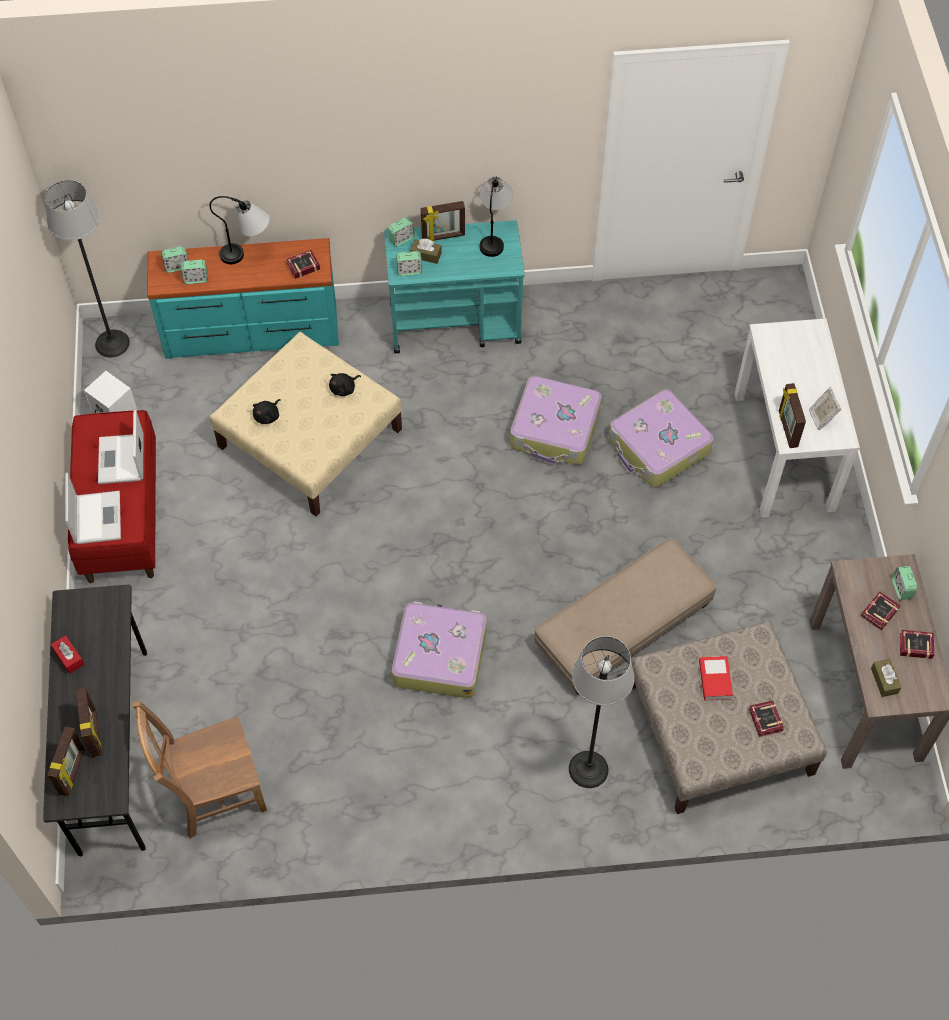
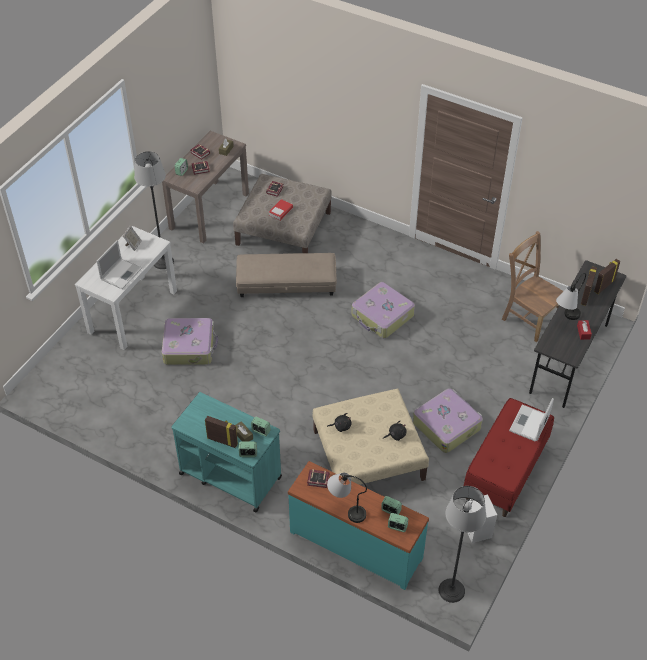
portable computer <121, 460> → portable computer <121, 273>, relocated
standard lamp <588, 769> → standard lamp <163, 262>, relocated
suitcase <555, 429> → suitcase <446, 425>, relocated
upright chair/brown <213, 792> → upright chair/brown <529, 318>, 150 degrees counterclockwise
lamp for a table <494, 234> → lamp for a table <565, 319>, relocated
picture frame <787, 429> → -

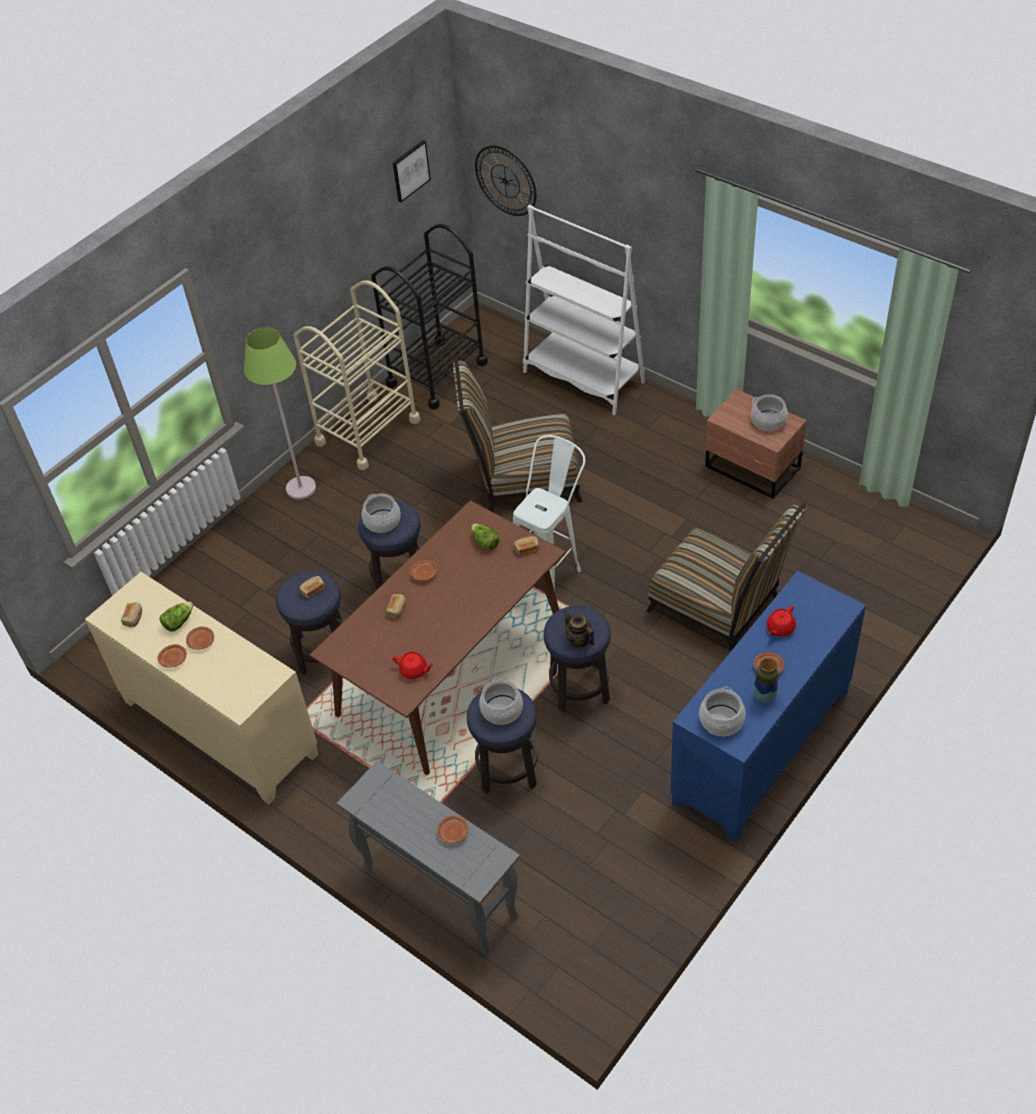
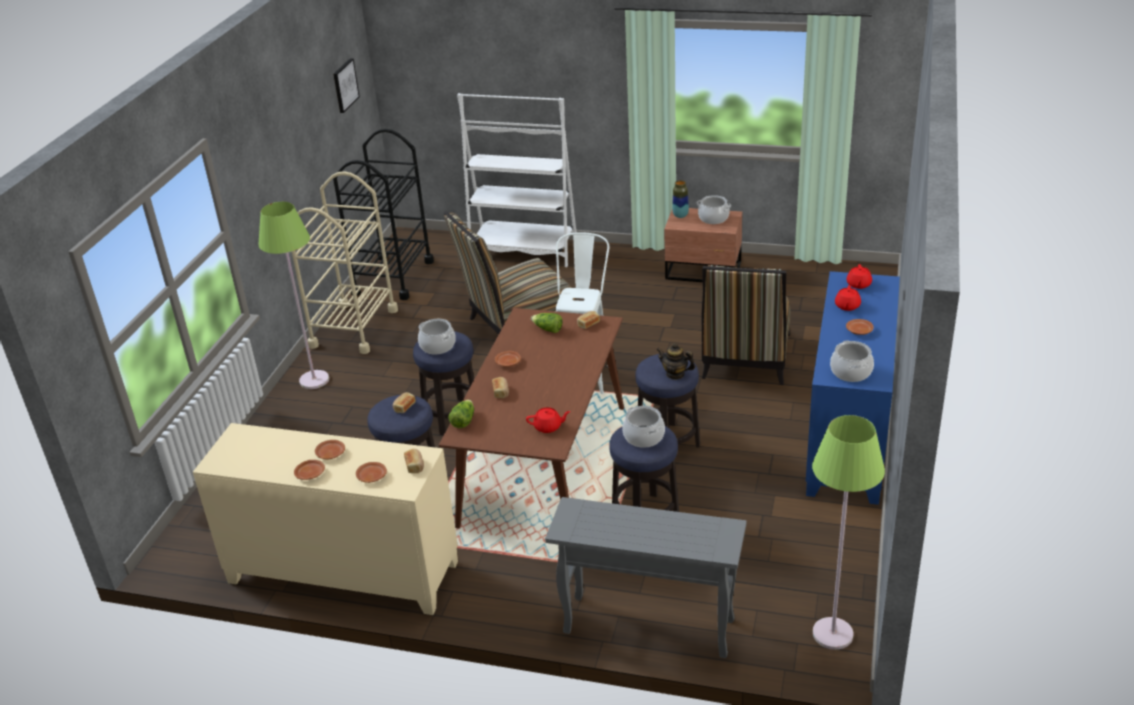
dinner plate/brown <453, 832> → dinner plate/brown <371, 476>, relocated
bread <134, 618> → bread <415, 465>, relocated
head of lettuce <178, 622> → head of lettuce <463, 421>, relocated
decorative vase <764, 696> → decorative vase <680, 215>, relocated
upright chair <720, 608> → upright chair <745, 360>, 90 degrees clockwise
- → standard lamp/green <832, 634>
- → tea pot/red <858, 284>
hanging clock <505, 181> → -

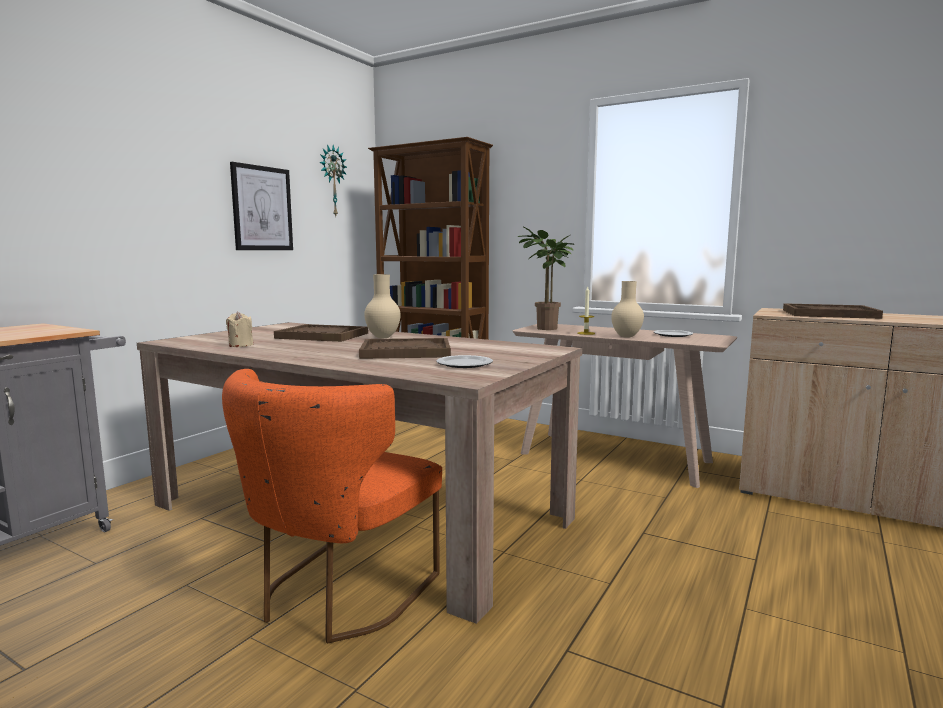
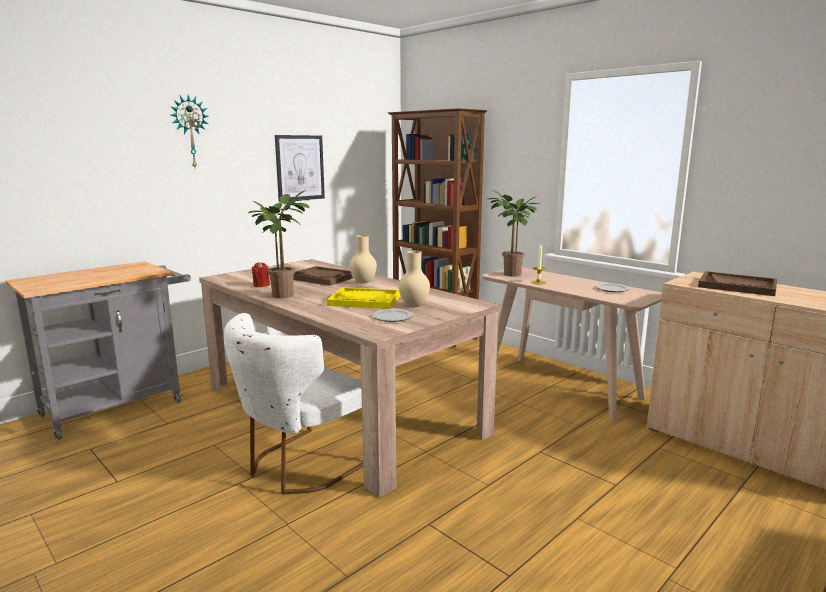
hanging clock <332, 181> → hanging clock <190, 132>, relocated
upright chair/orangey <338, 596> → upright chair/white <300, 466>
- → potted plant <283, 294>
candle/beige-coloured <241, 345> → candle/red <261, 285>
tray/brown <405, 352> → tray/yellow-coloured <364, 300>
decorative vase/beige-coloured <627, 336> → decorative vase/beige-coloured <415, 306>, relocated

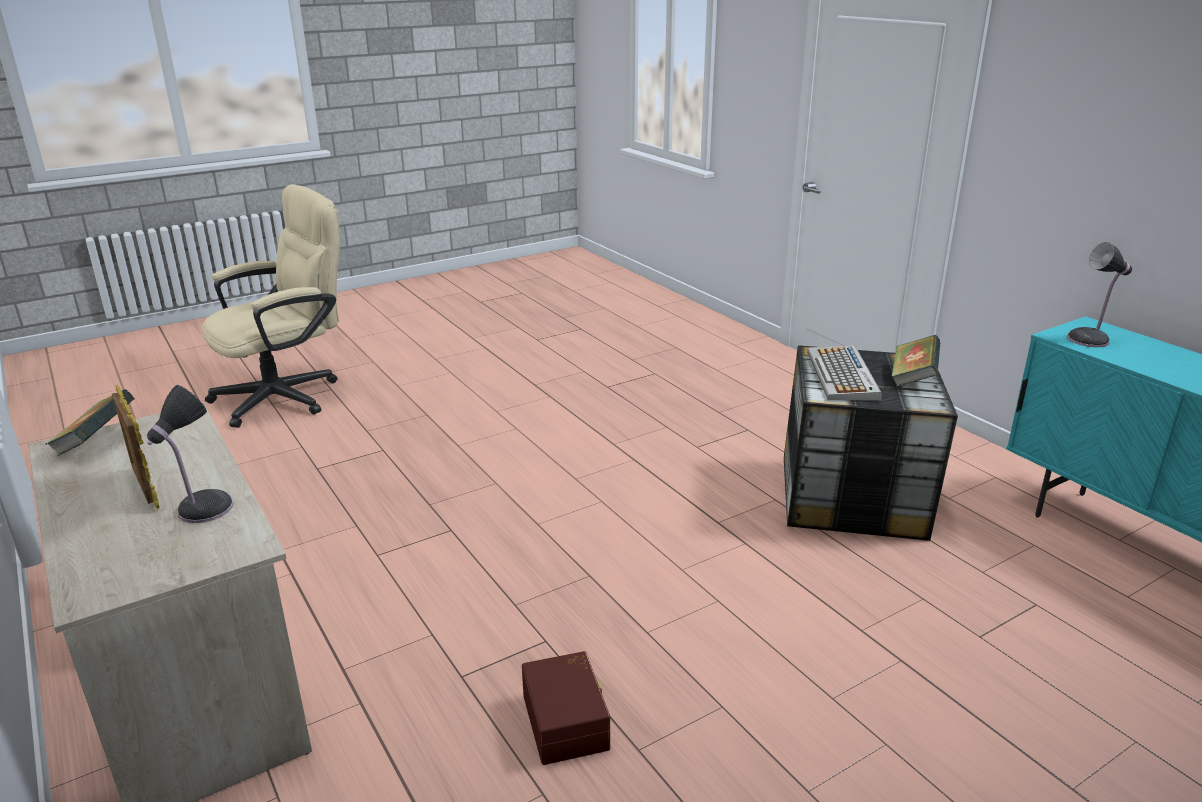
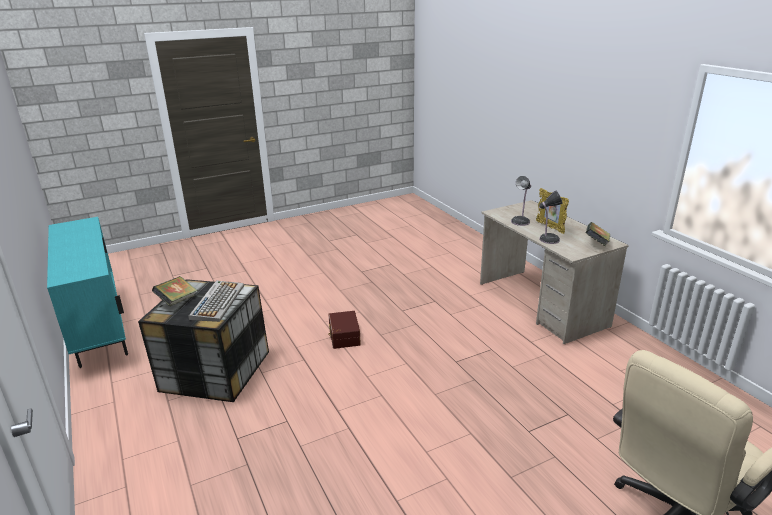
storage box/brown <568, 721> → storage box/brown <343, 336>, relocated
lamp for a table <1090, 339> → lamp for a table <548, 239>, relocated

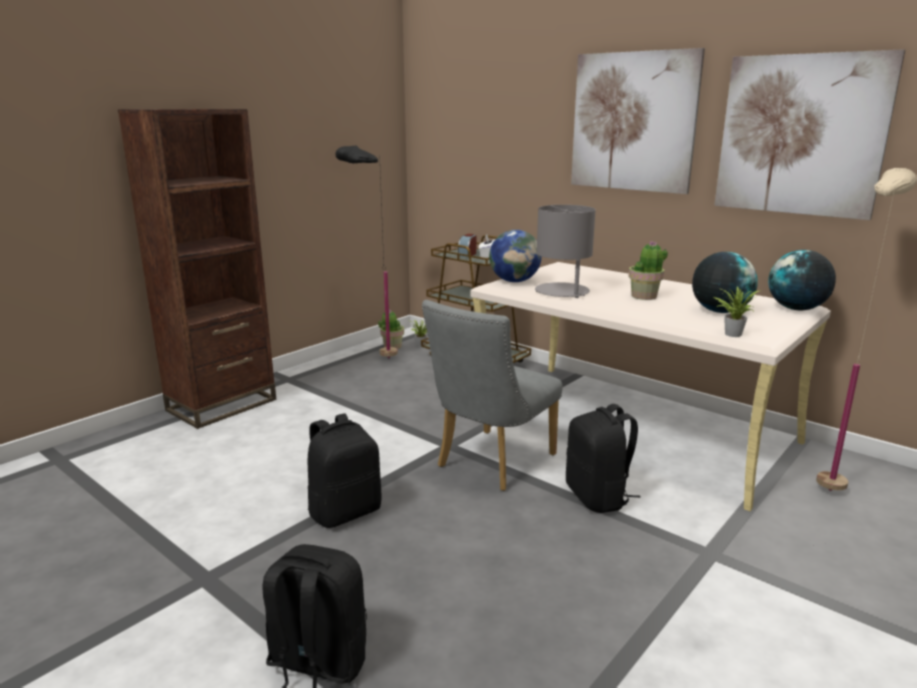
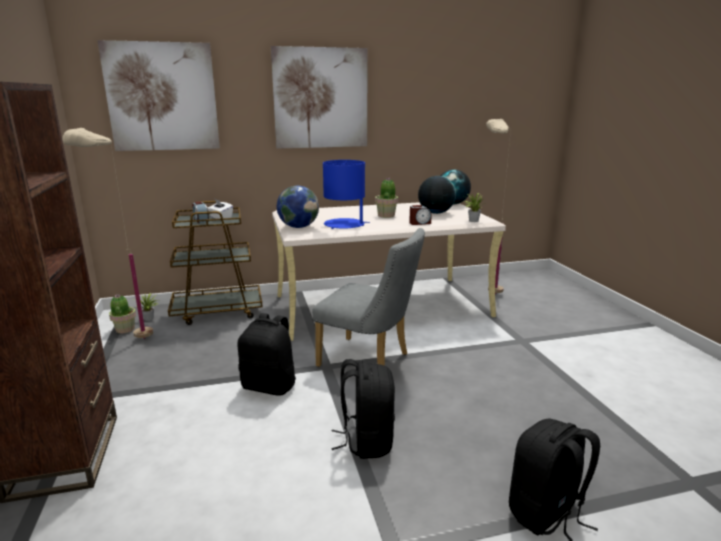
standard lamp/black <373, 358> → standard lamp/beige-coloured <130, 345>
picture <800, 135> → picture <162, 97>, relocated
rucksack/black <598, 497> → rucksack/black <270, 386>, relocated
upright chair/gray <490, 463> → upright chair/gray <370, 361>, 45 degrees counterclockwise
lamp for a table/gray <562, 292> → lamp for a table/blue-coloured <344, 225>
- → table clock <419, 223>

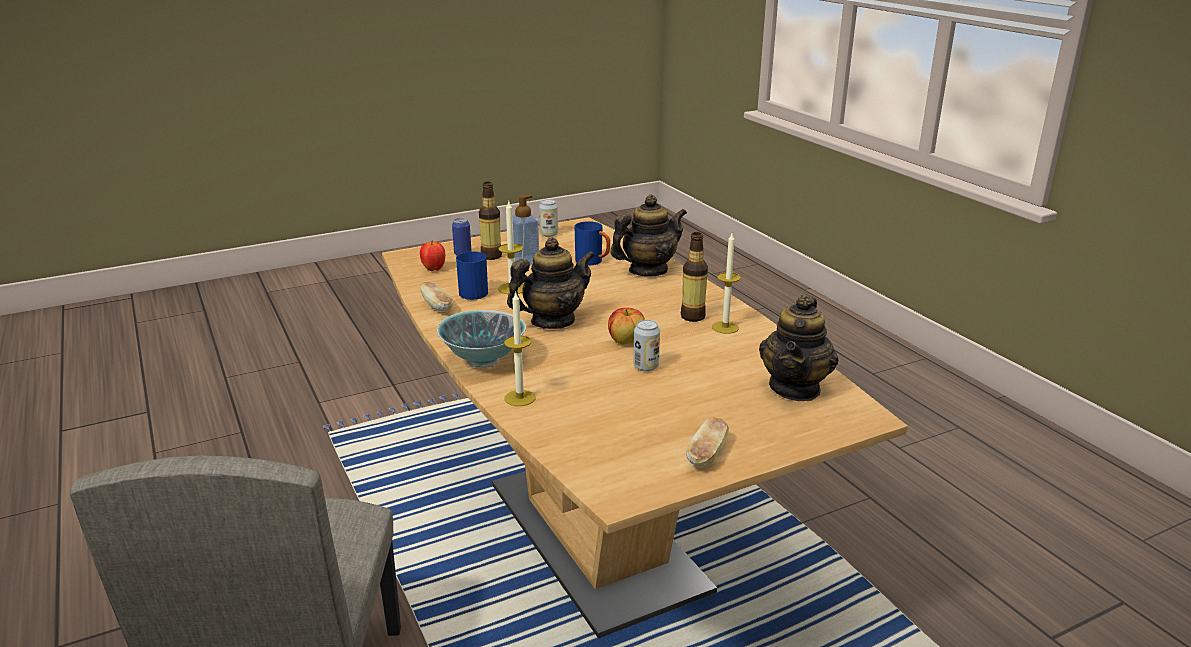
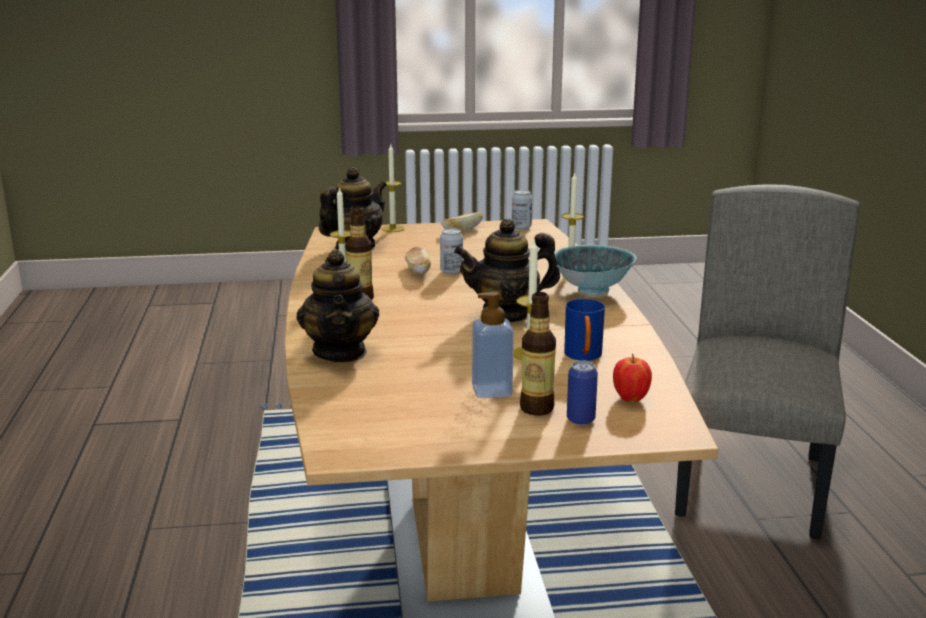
tea pot <647, 270> → tea pot <340, 352>, 90 degrees counterclockwise
- → candle <392, 229>
bread <437, 306> → bread <418, 271>, relocated
metal can <548, 234> → metal can <521, 227>, relocated
coffee mug/blue-coloured <593, 262> → -
apple fruit <626, 341> → -

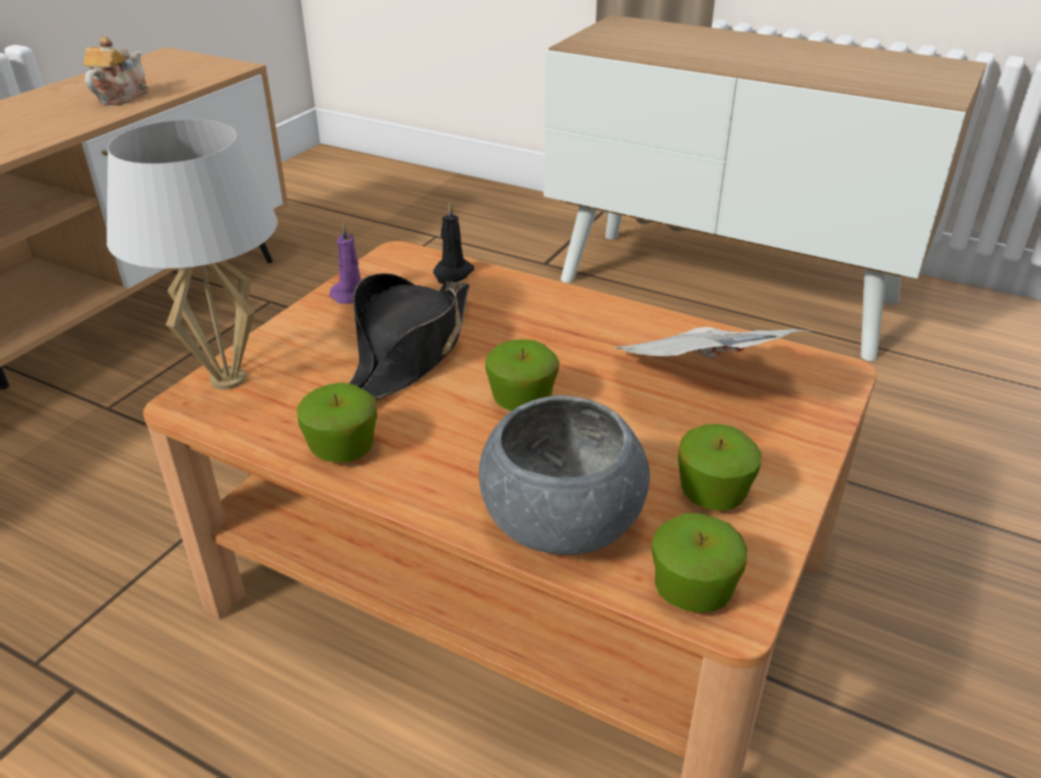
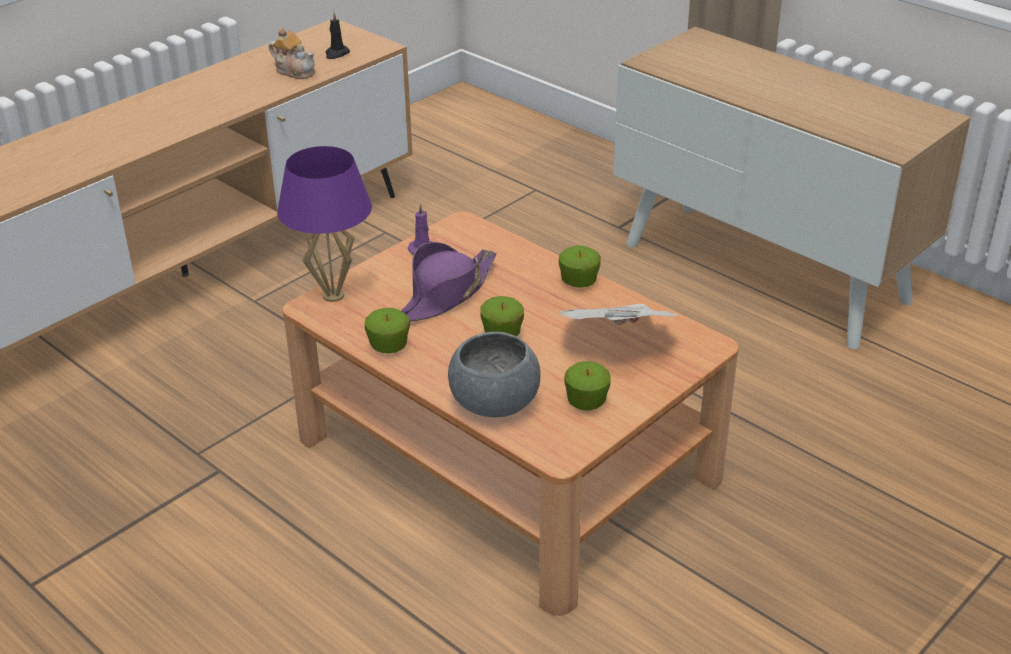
tea pot <120, 97> → tea pot <295, 71>, 90 degrees clockwise
lamp for a table/white <228, 379> → lamp for a table/purplish <334, 295>
candle/black <452, 274> → candle/black <336, 54>, relocated
wearable hat/black <409, 353> → wearable hat/purplish <445, 294>
apple fruit <692, 591> → apple fruit <579, 282>, relocated

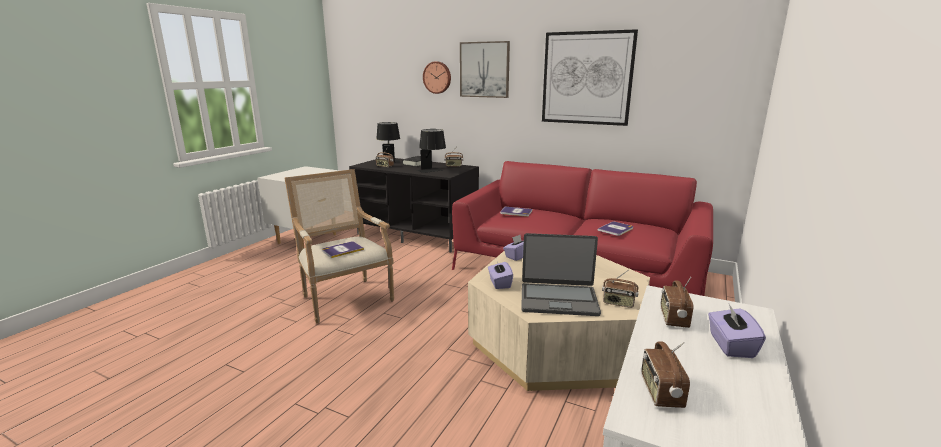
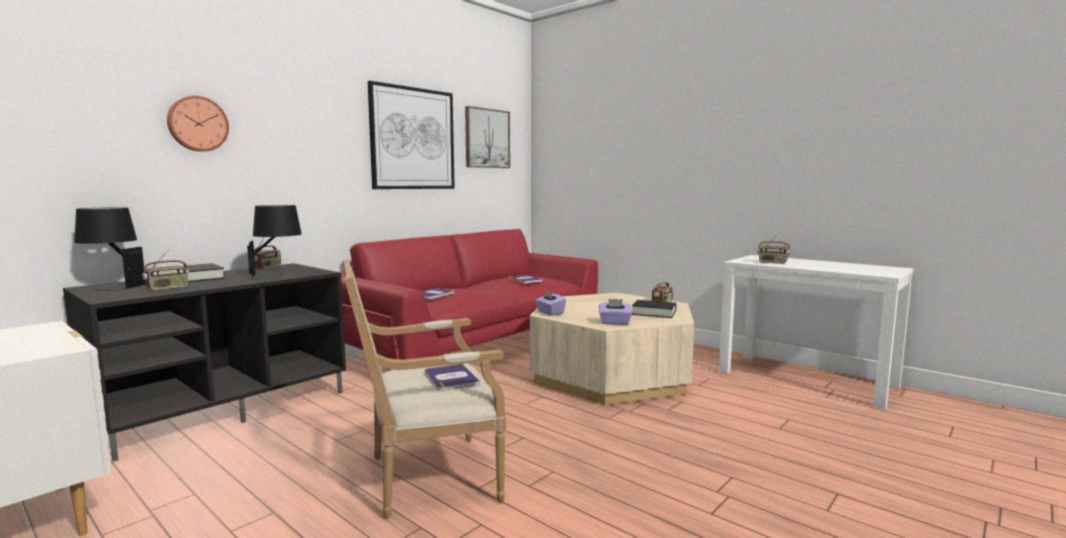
picture <484, 69> → picture <487, 138>, relocated
portable computer <558, 300> → volume/black <654, 313>
radio receiver <660, 392> → -
box of tissues/purplish <730, 345> → -

